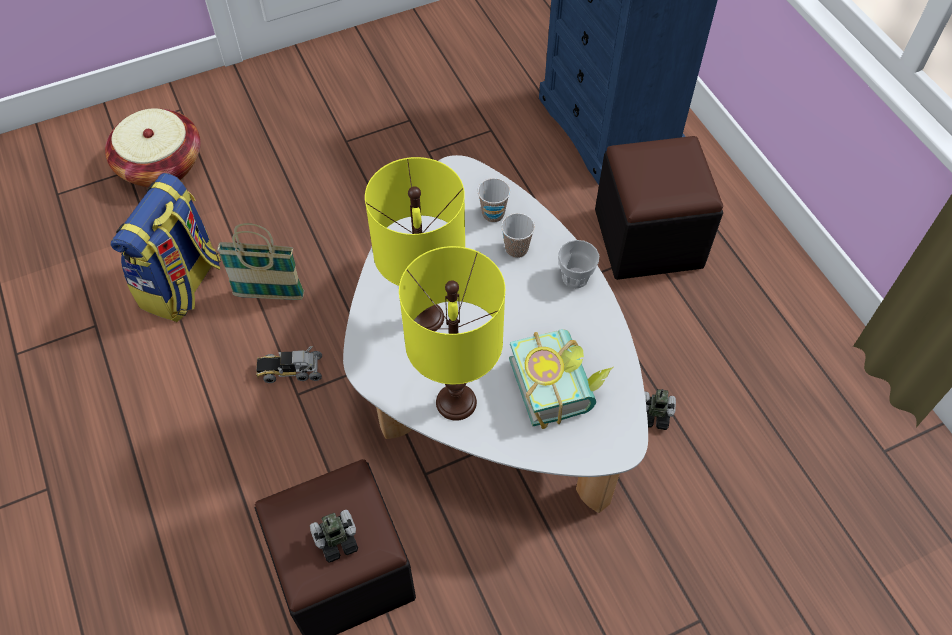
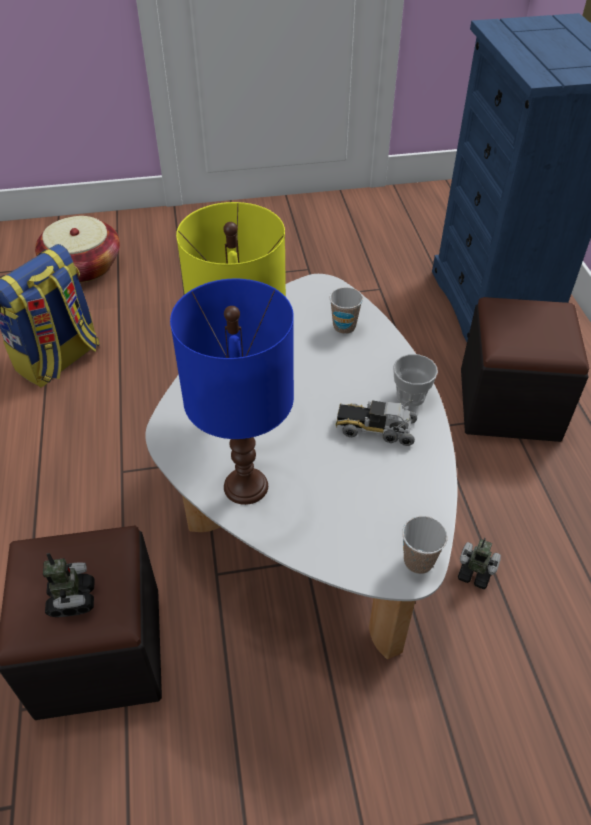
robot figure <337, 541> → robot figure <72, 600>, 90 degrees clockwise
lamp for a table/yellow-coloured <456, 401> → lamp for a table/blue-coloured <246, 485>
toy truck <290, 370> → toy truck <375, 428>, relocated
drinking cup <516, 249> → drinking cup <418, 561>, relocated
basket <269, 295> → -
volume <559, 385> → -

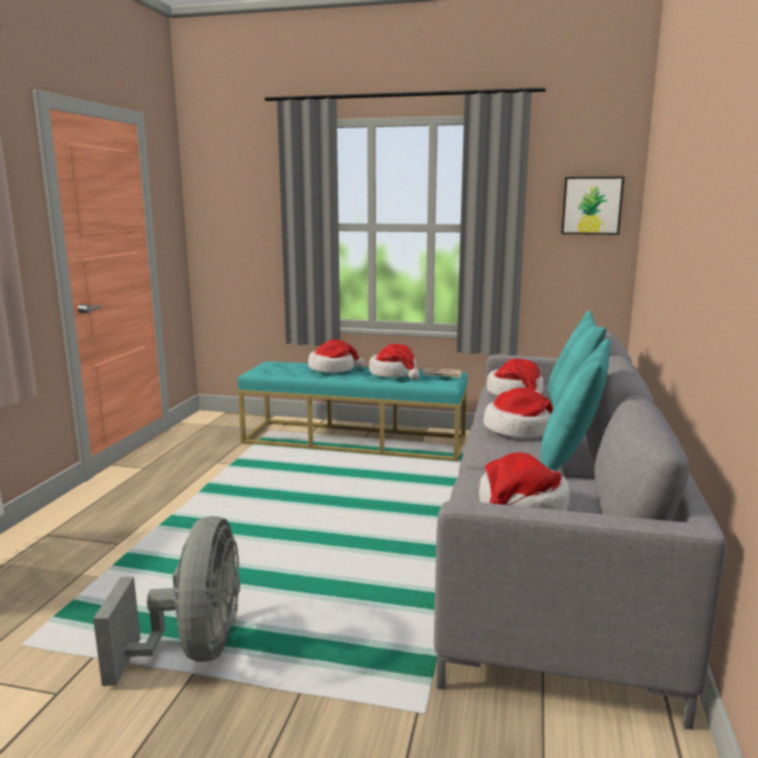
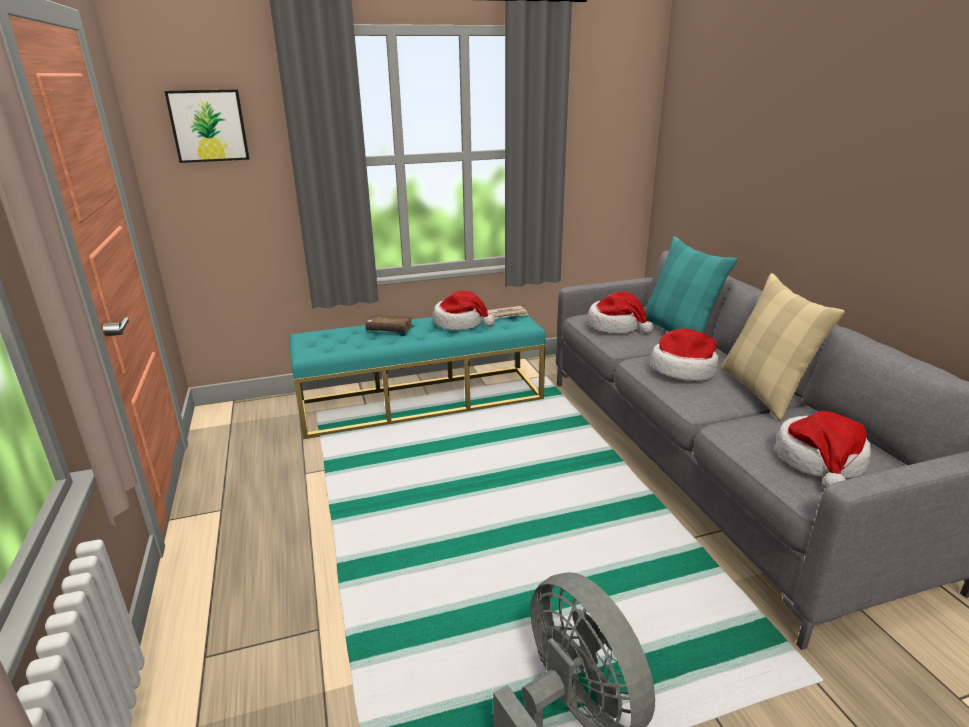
picture <591, 205> → picture <209, 125>, relocated
wearable hat <333, 369> → volume/brown <389, 330>
cushion/blue-green <570, 458> → cushion/beige-coloured <763, 391>

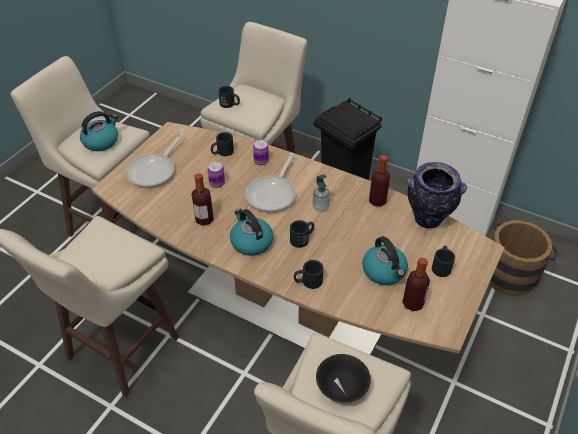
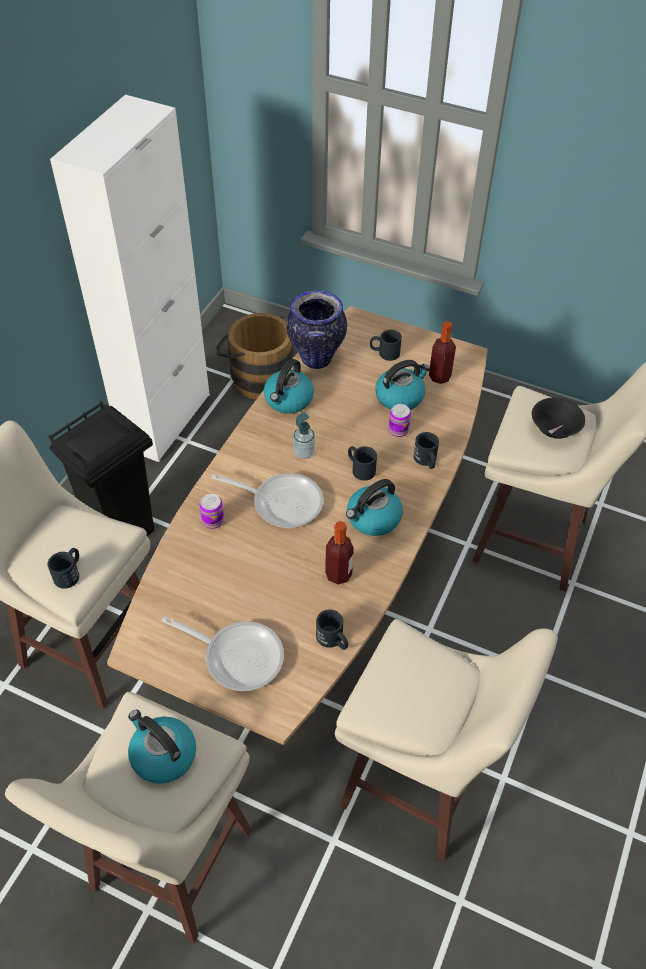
drink bottle <377, 201> → water kettle <288, 400>
coffee mug/black <222, 152> → coffee mug/black <333, 640>, relocated
metal can <217, 183> → metal can <398, 430>, relocated

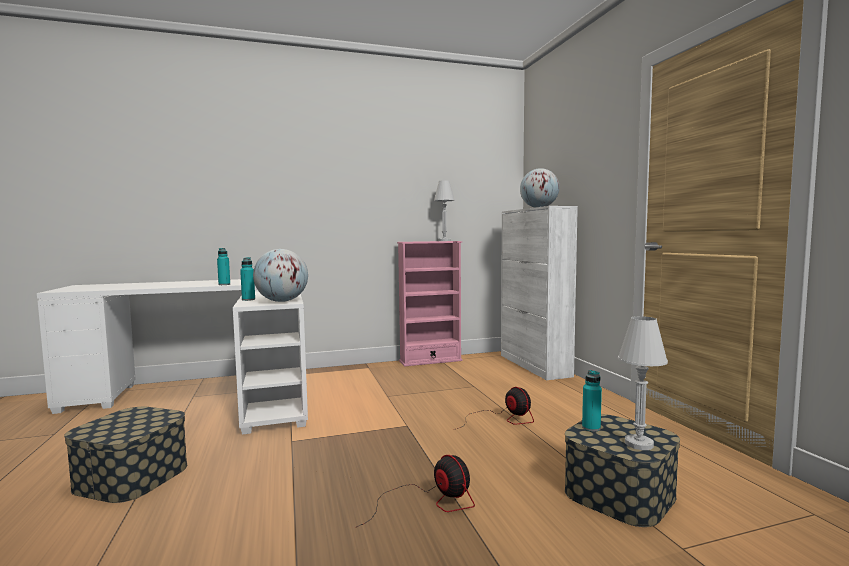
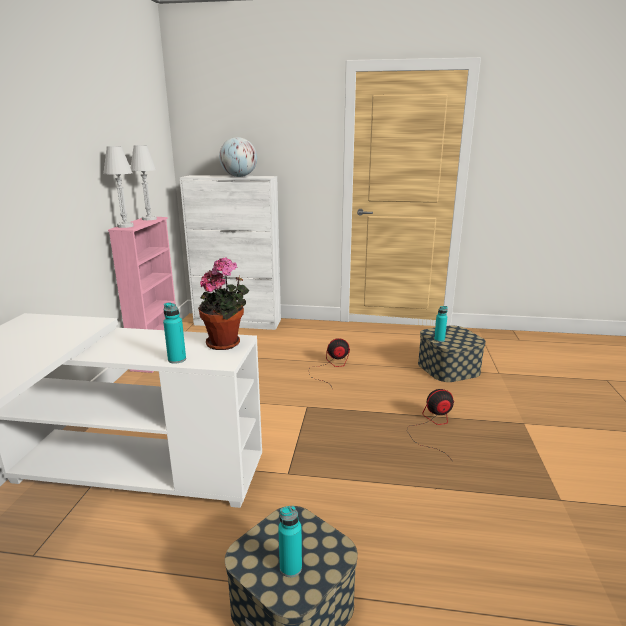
lamp for a table/white <639, 444> → lamp for a table/white <125, 226>, relocated
world globe <282, 301> → potted plant <226, 343>
drink bottle/blue-green <224, 284> → drink bottle/blue-green <290, 567>, relocated

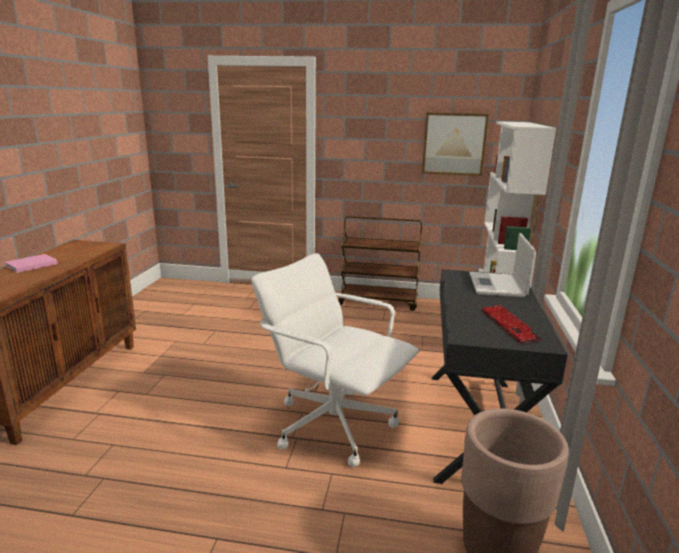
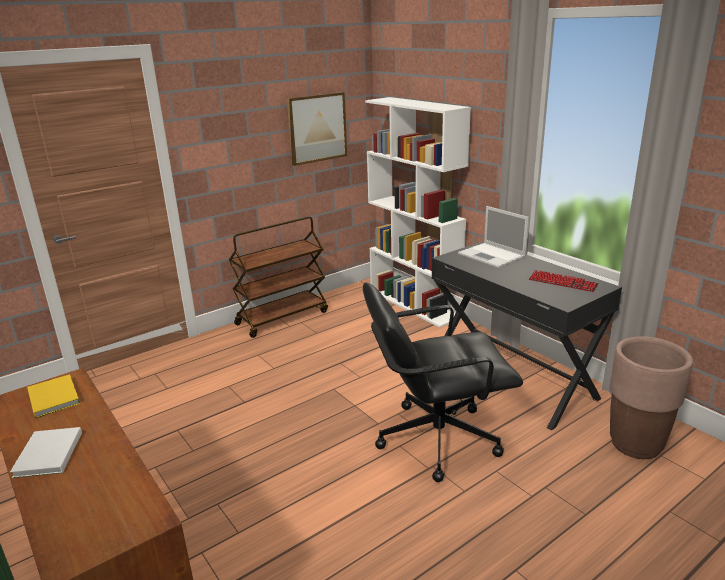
volume/pink-coloured <30, 265> → volume/white <47, 455>
- → volume/yellow-coloured <54, 397>
computer chair/white <333, 424> → computer chair/black <436, 438>

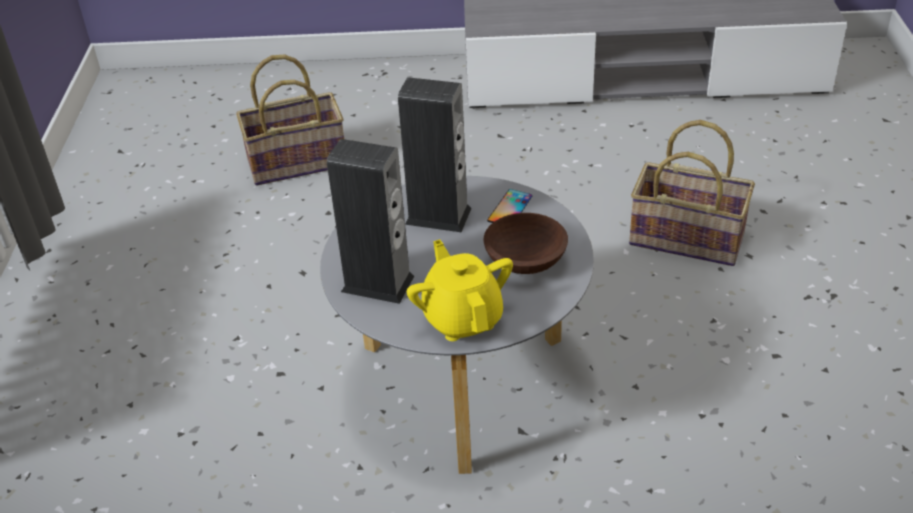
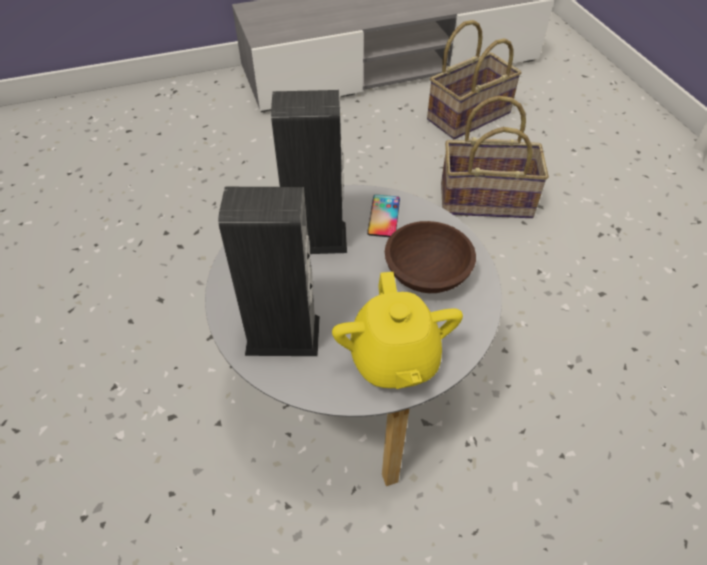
tea pot/yellow-coloured <462, 318> → tea pot/yellow-coloured <394, 359>, 150 degrees counterclockwise
basket <297, 161> → basket <468, 115>, relocated

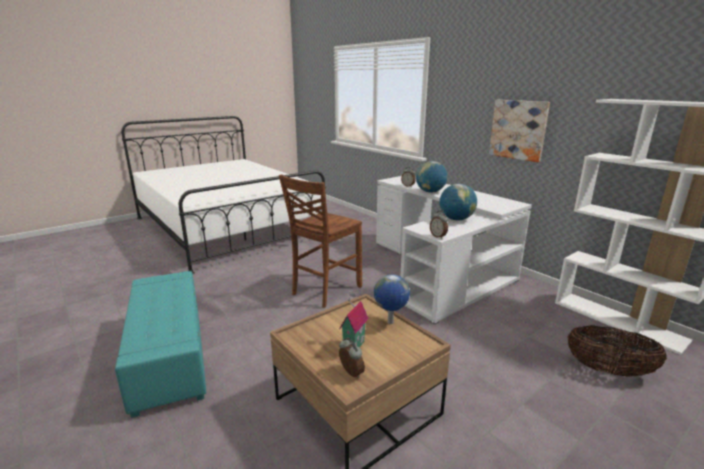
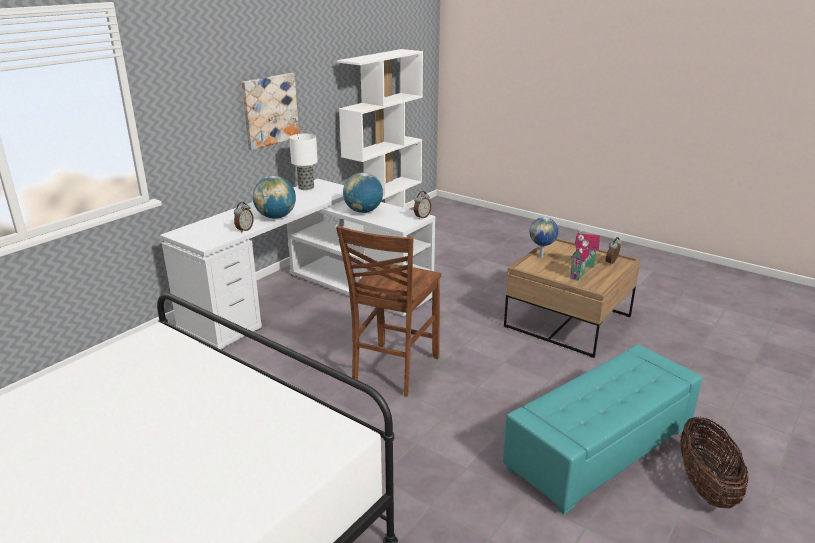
- → lamp for a table <306, 187>
upright chair/brown <325, 290> → upright chair/brown <393, 370>, 90 degrees clockwise
- → toy house <578, 276>
basket <608, 370> → basket <705, 485>, relocated

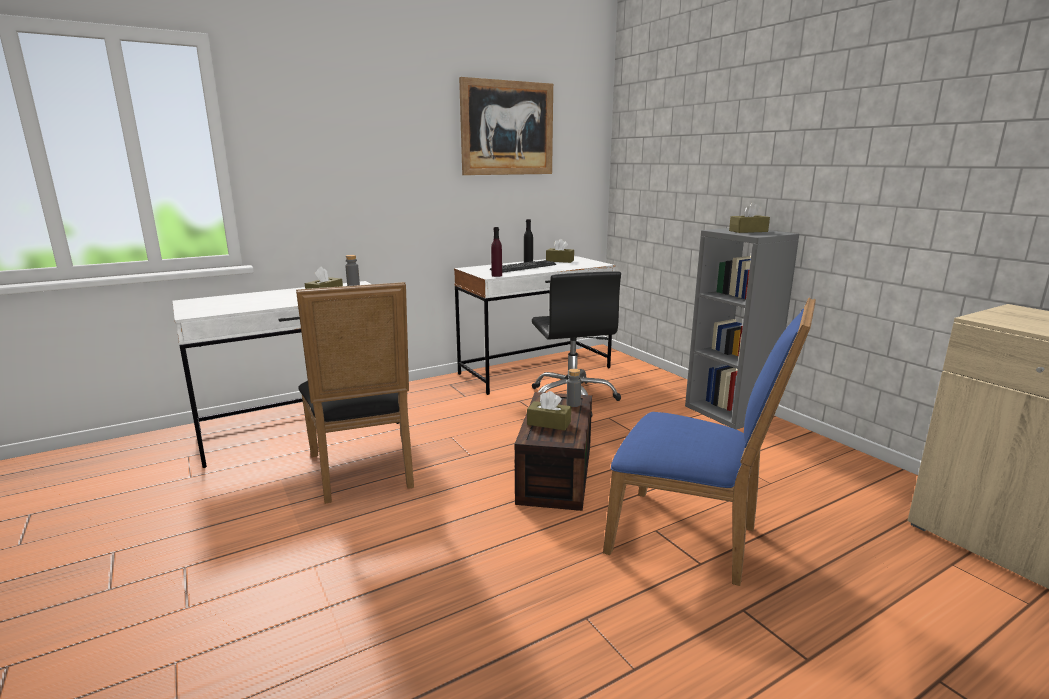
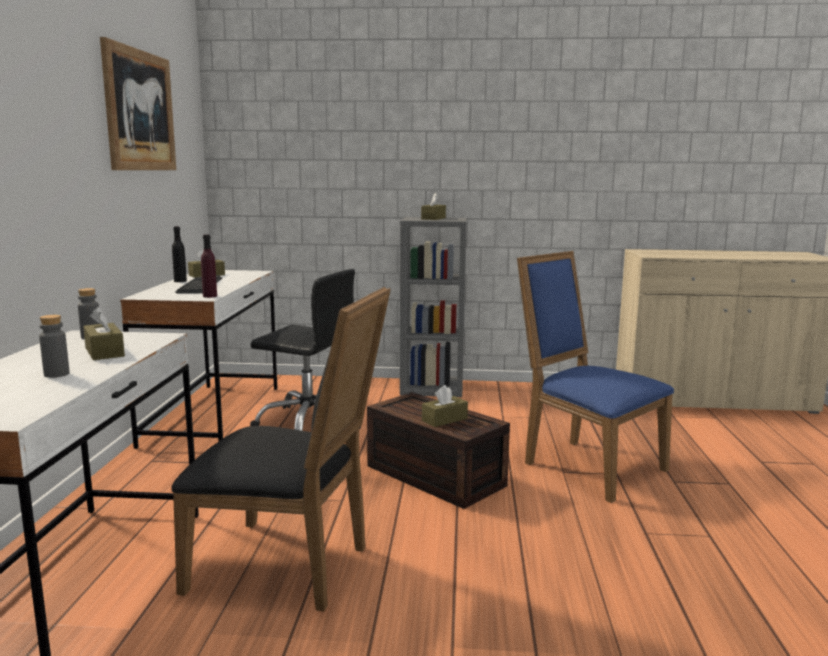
drink bottle/gray <573, 404> → drink bottle/gray <56, 374>, relocated
upright chair/blue-coloured <692, 539> → upright chair/blue-coloured <586, 465>, 105 degrees counterclockwise

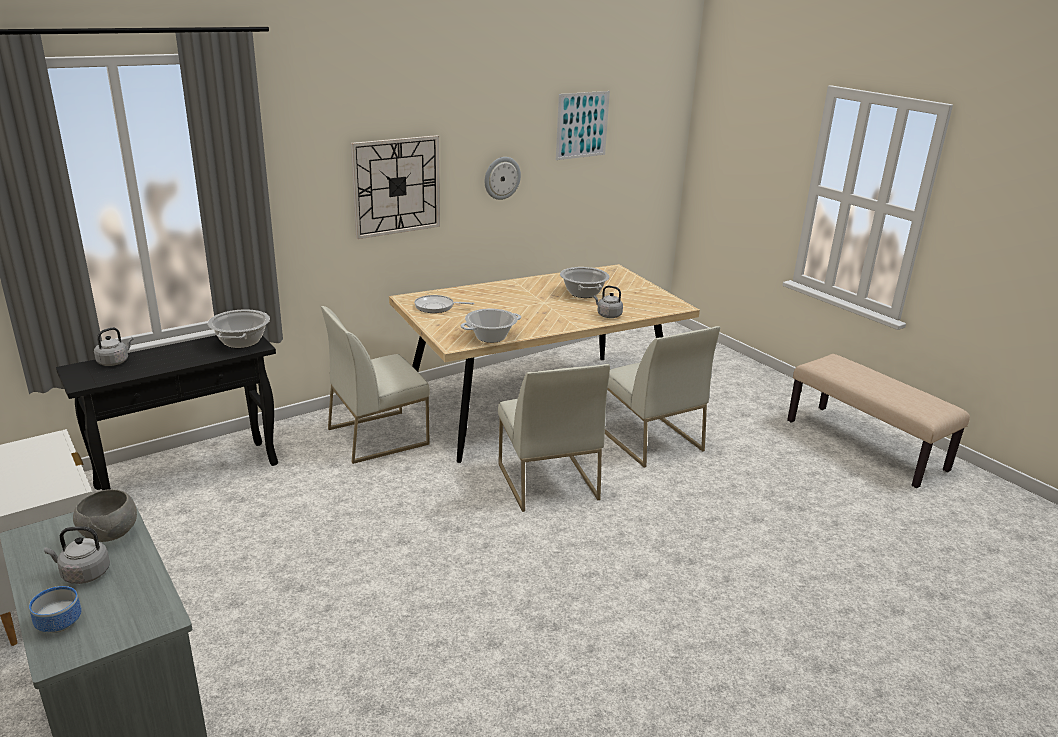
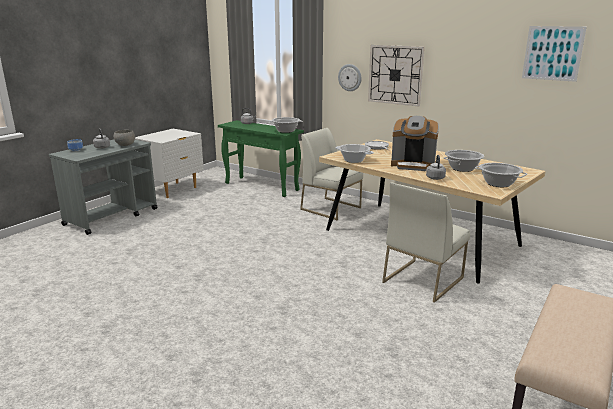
narrow table/black <190, 475> → narrow table/green <262, 186>
hanging clock <501, 178> → hanging clock <350, 77>, relocated
- → coffee maker <413, 165>
- → cooking pot <498, 184>
upright chair/white <546, 481> → -

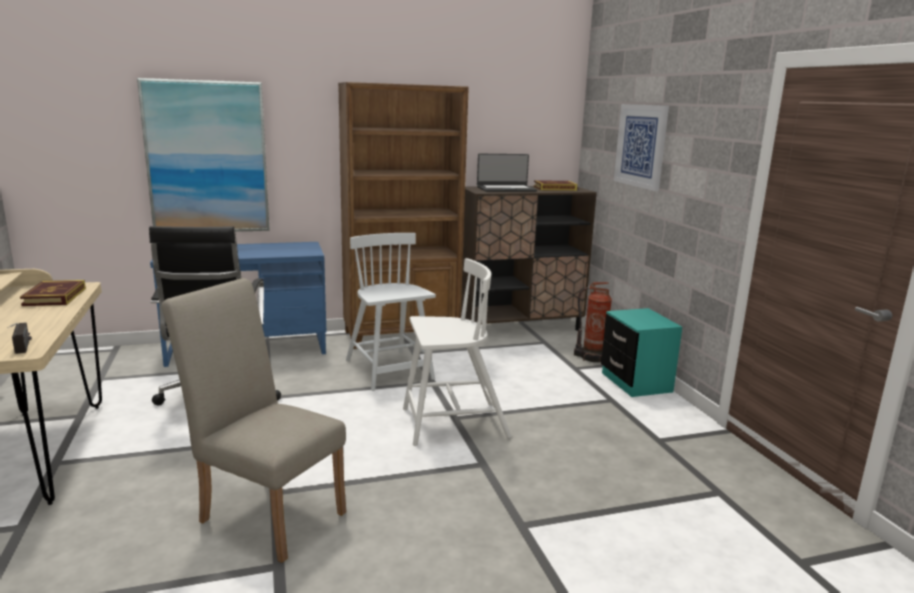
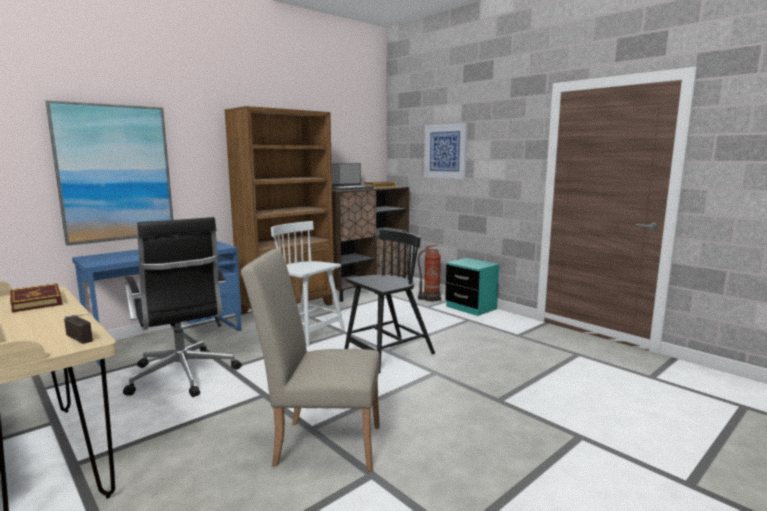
upright chair/white <452, 423> → upright chair/black <388, 354>

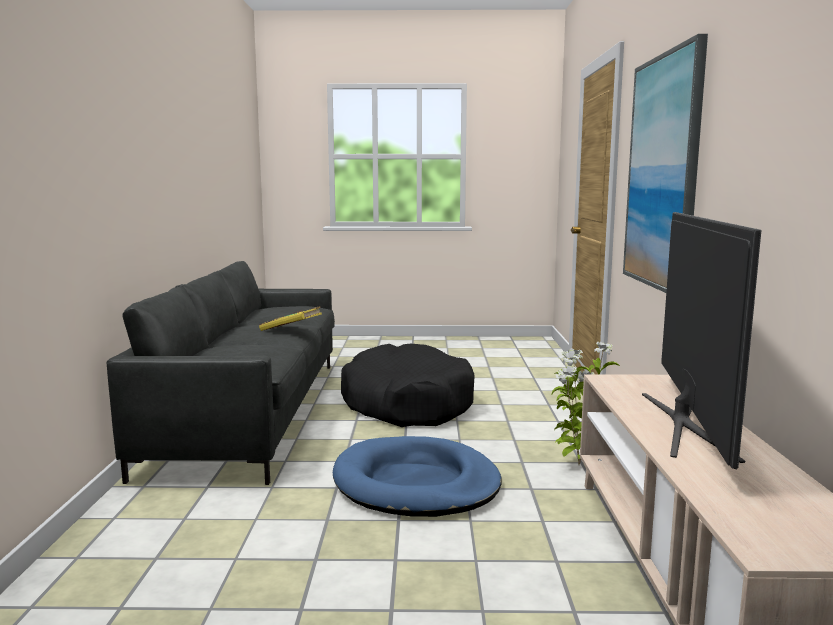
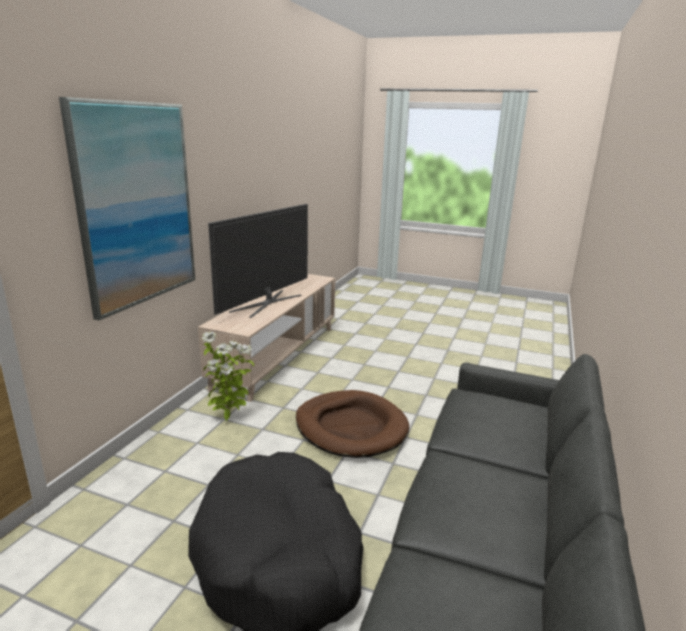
pet bed/blue-coloured <416, 483> → pet bed/brown <351, 427>
volume/yellow-coloured <291, 330> → -

